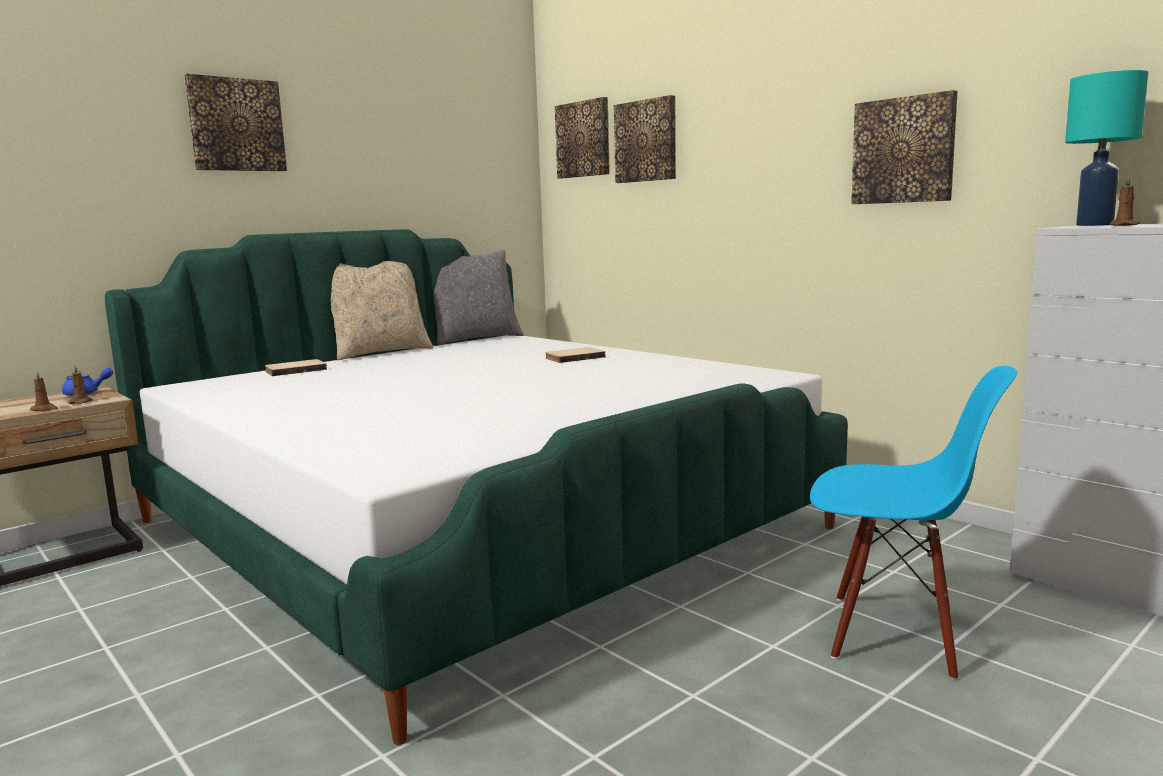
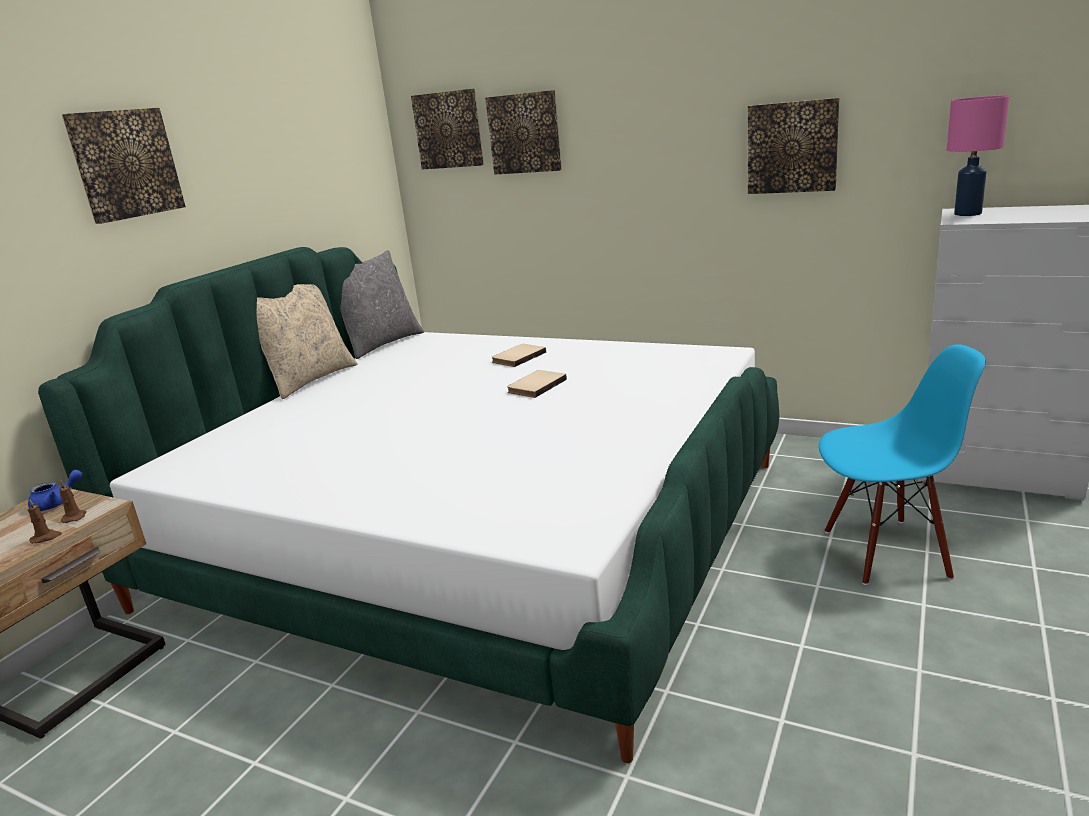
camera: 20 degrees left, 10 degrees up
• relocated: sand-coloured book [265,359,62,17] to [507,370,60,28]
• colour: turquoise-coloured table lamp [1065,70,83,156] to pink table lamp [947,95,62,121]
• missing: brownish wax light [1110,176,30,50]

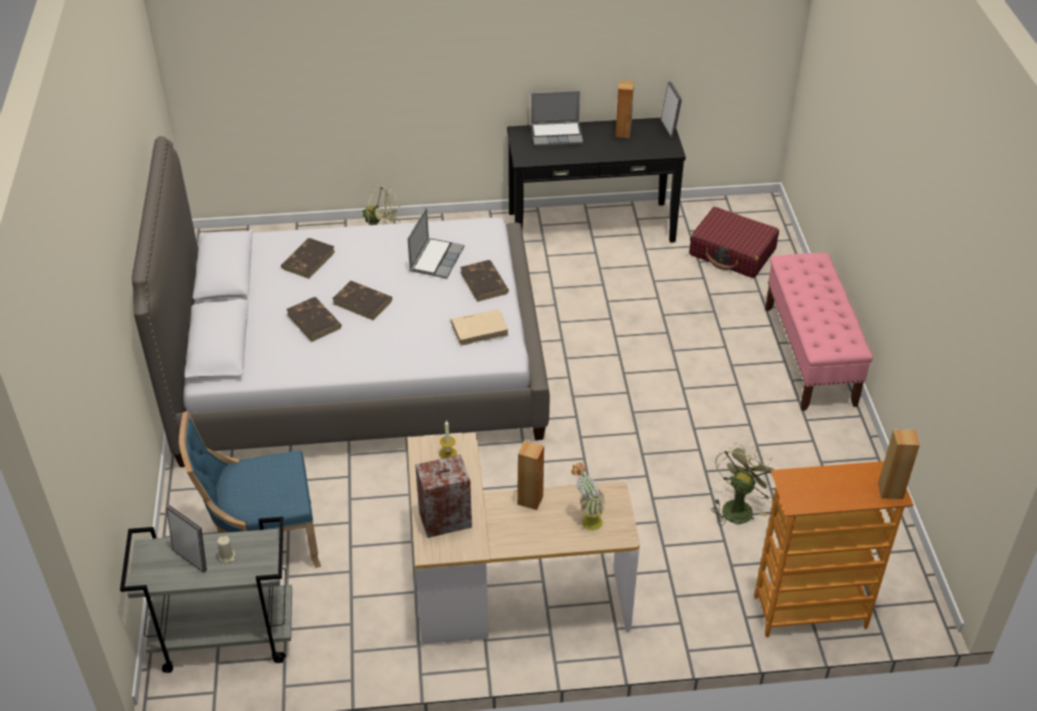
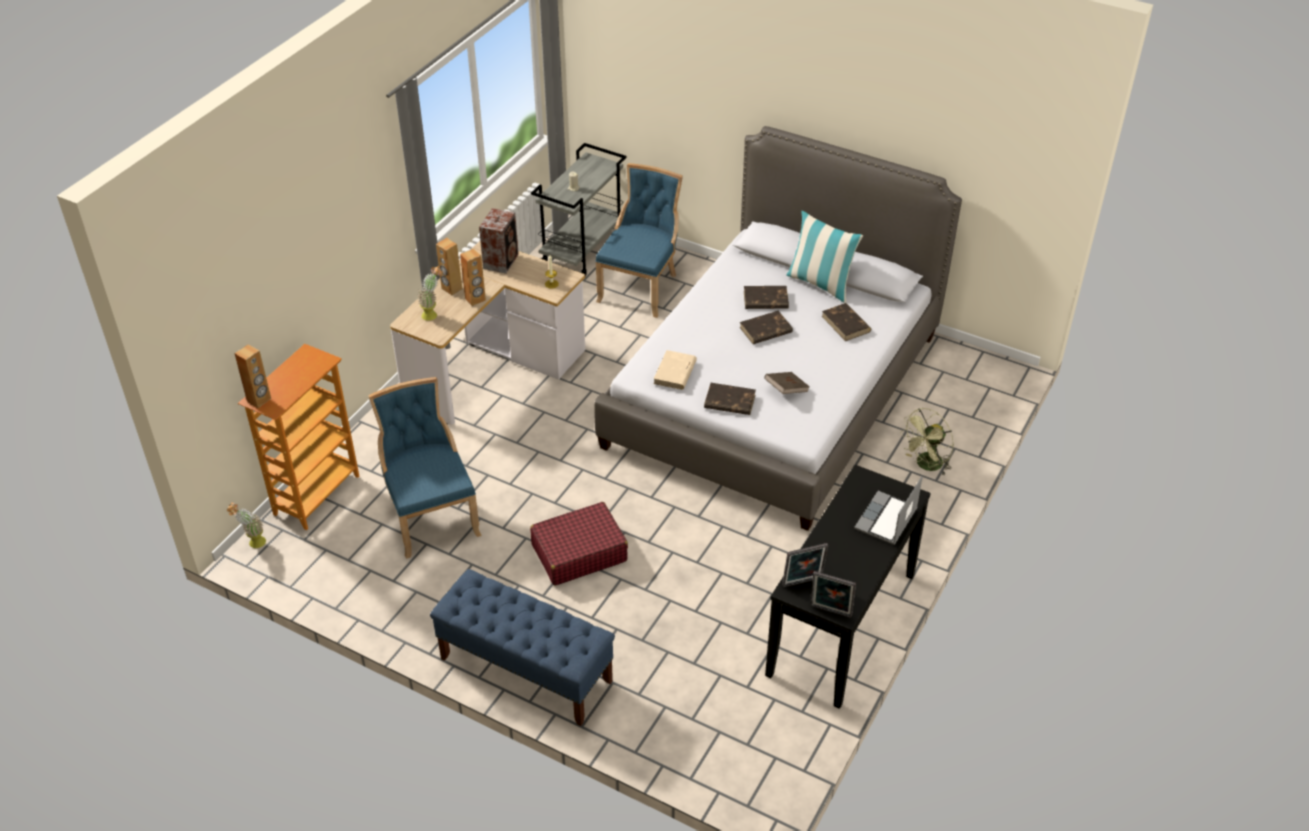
camera: 125 degrees right, 0 degrees up
• appeared: plant in a pot [227,503,39,45]
• exchanged: greenish fan [711,442,65,84] to blue plain chair [368,377,114,182]
• colour: pink bench [765,253,108,158] to blue bench [430,569,185,157]
• relocated: brownish loudspeaker [615,81,19,57] to [436,238,26,57]
• relocated: reddish suitcase [689,207,90,71] to [530,502,98,84]
• exchanged: laptop [407,207,57,72] to brownish book [764,372,46,22]
• relocated: photo frame [166,505,41,68] to [782,543,46,44]
• appeared: throw pillow [786,211,77,92]

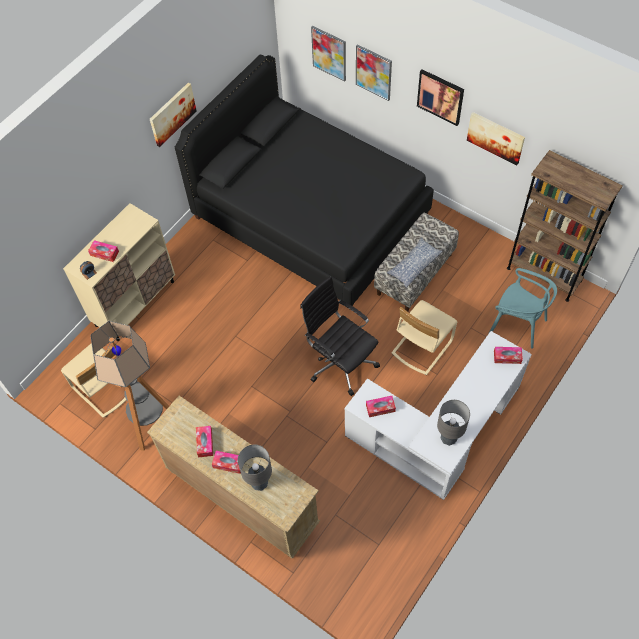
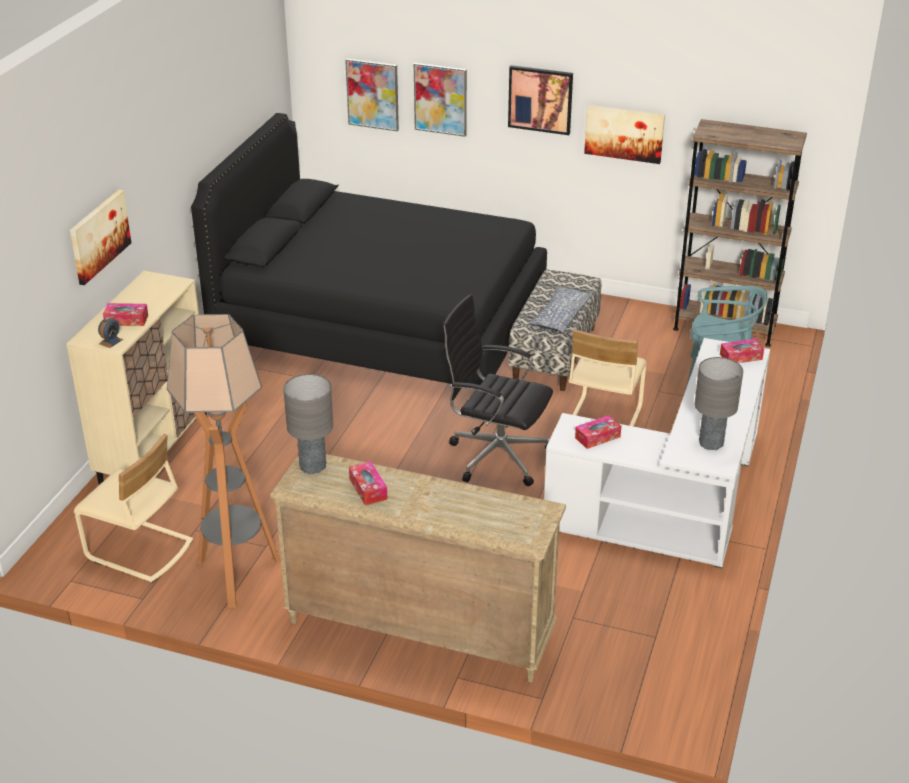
camera: 20 degrees left, 25 degrees down
• relocated: wall art [150,83,47,64] to [70,190,61,95]
• relocated: grey table lamp [238,445,34,46] to [283,374,50,100]
• missing: box of tissues [212,451,29,23]

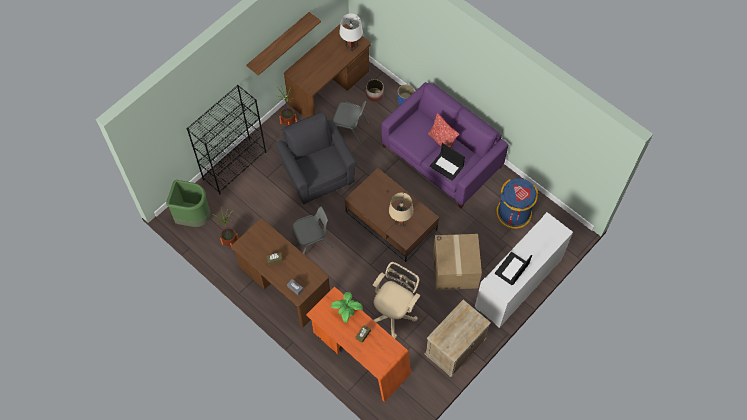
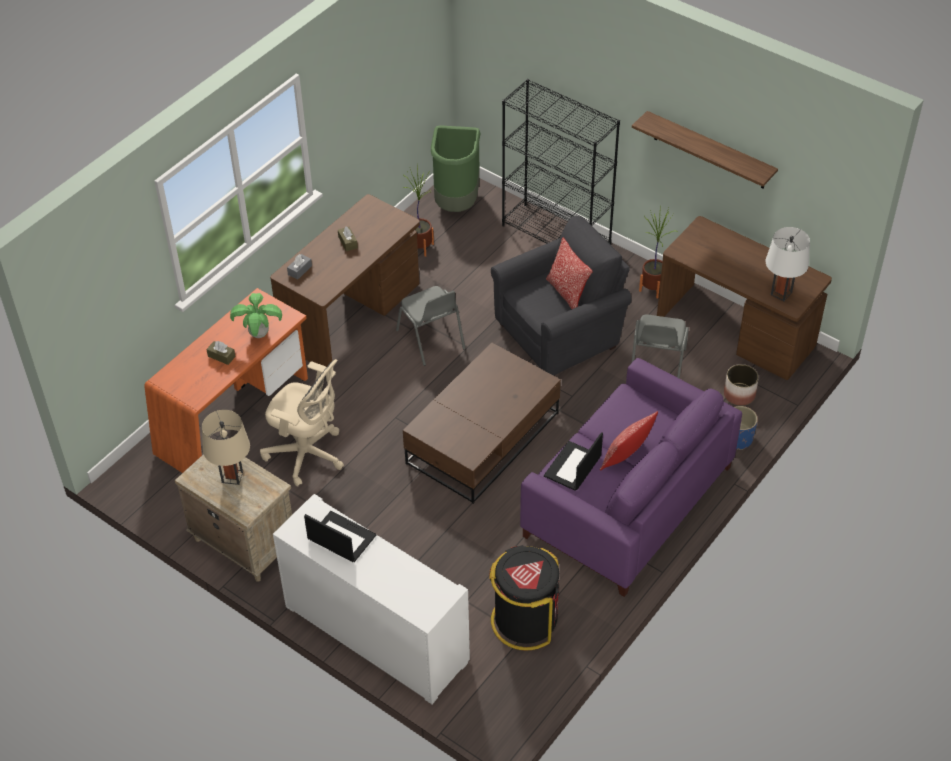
camera: 85 degrees right, 15 degrees down
• relocated: sand-coloured table lamp [389,192,25,34] to [202,410,48,75]
• colour: blue waste bin [496,178,43,51] to black-coloured waste bin [489,545,70,106]
• appeared: throw pillow [546,238,47,71]
• missing: packing box [433,234,49,56]

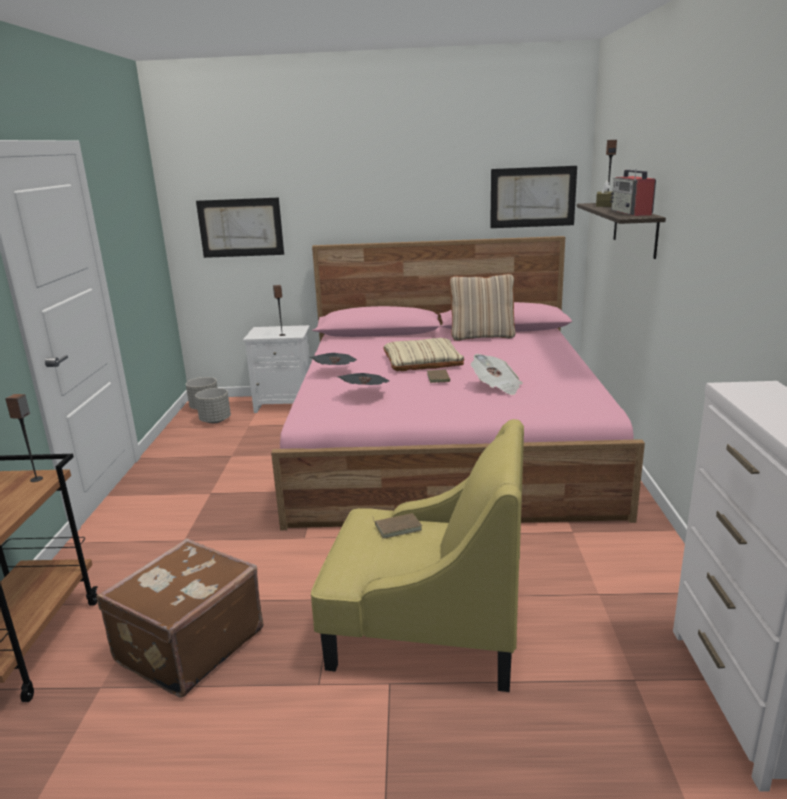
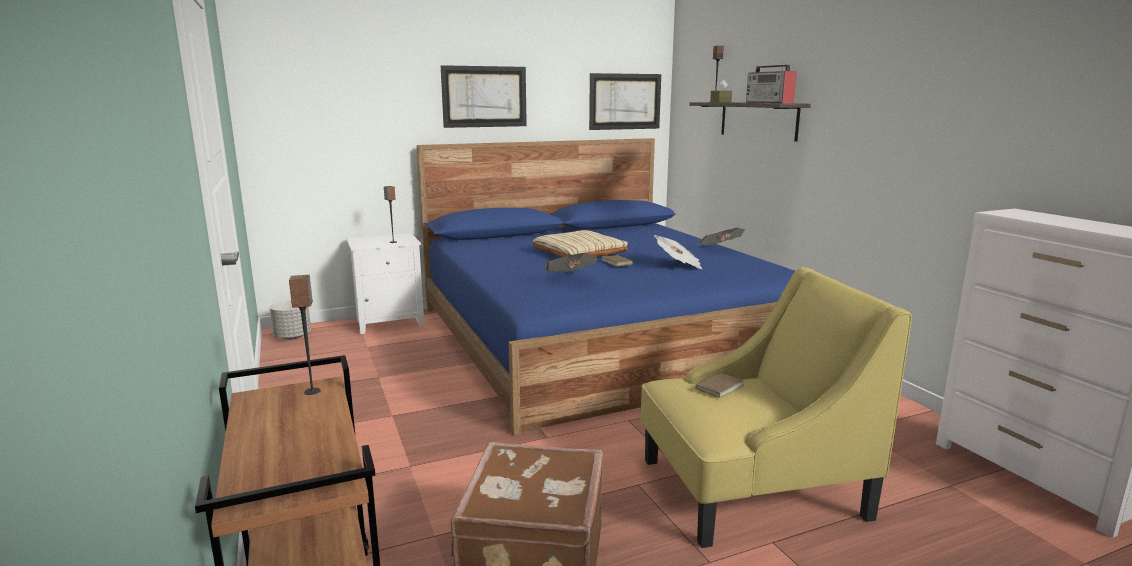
camera: 25 degrees left, 5 degrees down
• colour: pink bed [271,236,374,294] to blue bed [417,138,378,298]
• relocated: wall art [196,197,88,61] to [441,65,86,63]
• relocated: newspaper [310,353,47,12] to [697,228,48,17]
• missing: grey plant pot [195,388,36,35]
• missing: sand-coloured throw pillow [450,274,66,67]

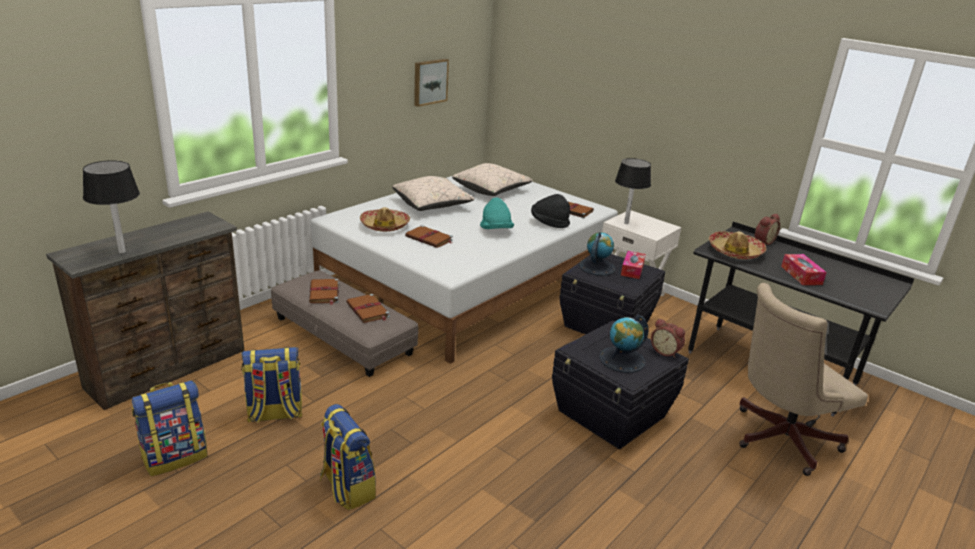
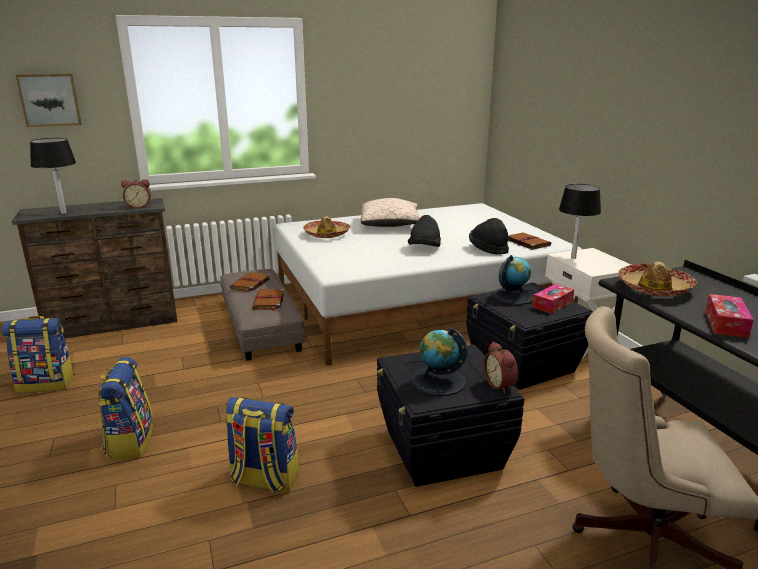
camera: 30 degrees right, 5 degrees down
• relocated: wall art [414,59,35,48] to [16,74,65,53]
• relocated: bedside clock [755,214,25,31] to [121,179,30,30]
• relocated: rucksack [241,347,62,76] to [225,397,74,96]
• colour: turquoise-coloured wearable hat [480,197,34,32] to black-coloured wearable hat [408,215,33,32]
• missing: brownish book [405,225,48,23]
• missing: sand-coloured throw pillow [452,163,81,33]

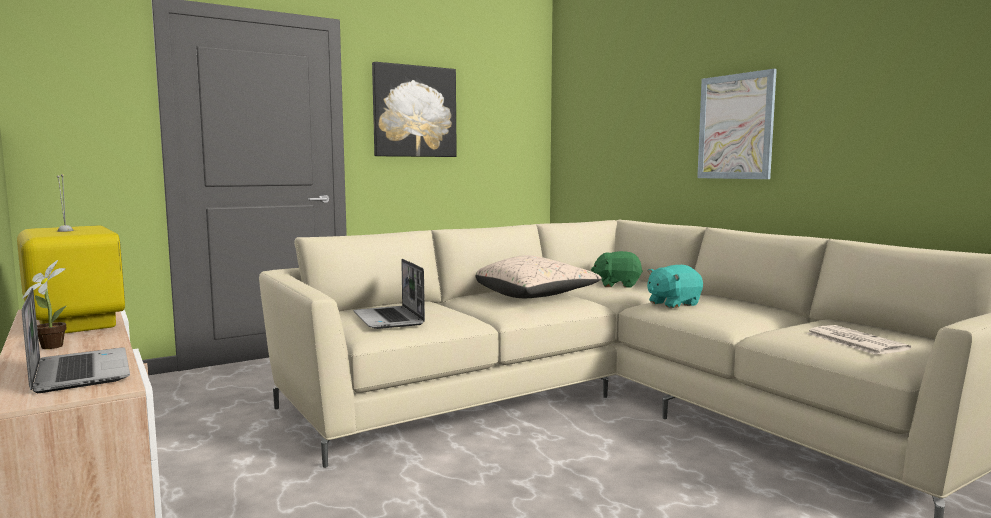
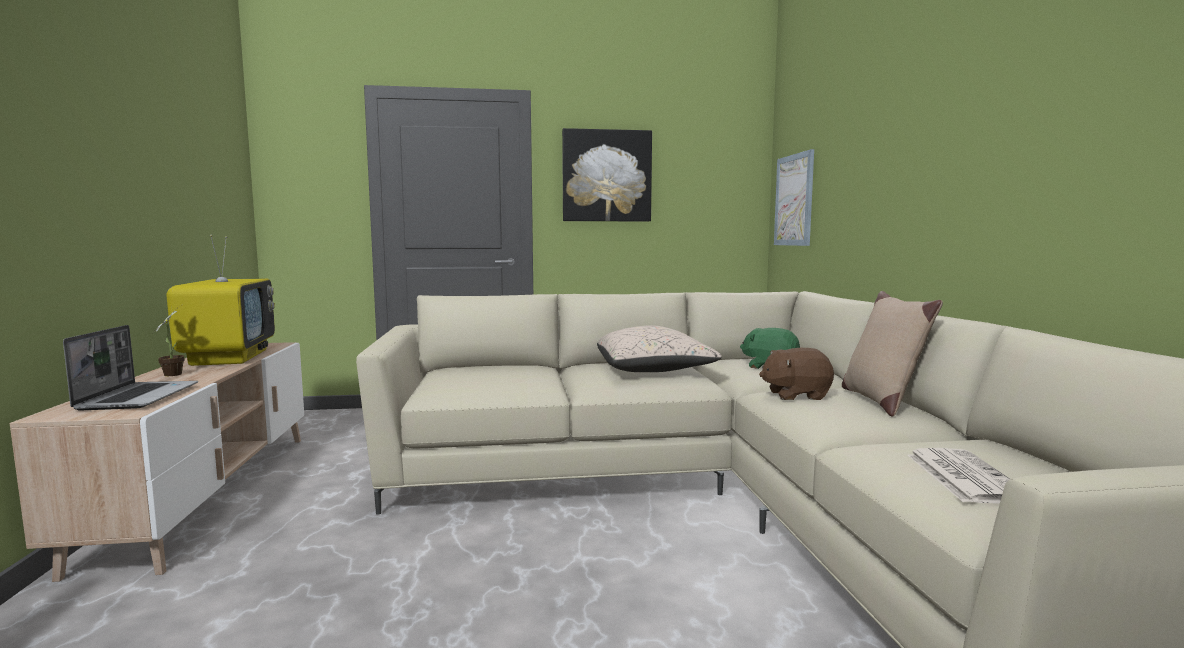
camera: 25 degrees right, 0 degrees up
• colour: turquoise-coloured soft toy [647,265,56,43] to brownish soft toy [759,348,75,52]
• relocated: wall art [697,69,80,110] to [774,149,40,97]
• appeared: sand-coloured throw pillow [842,291,101,126]
• missing: laptop [353,259,72,70]

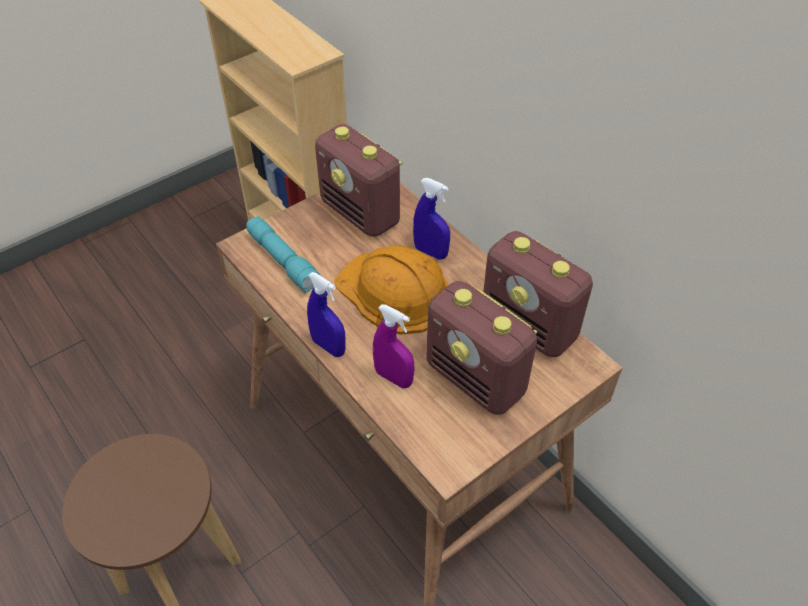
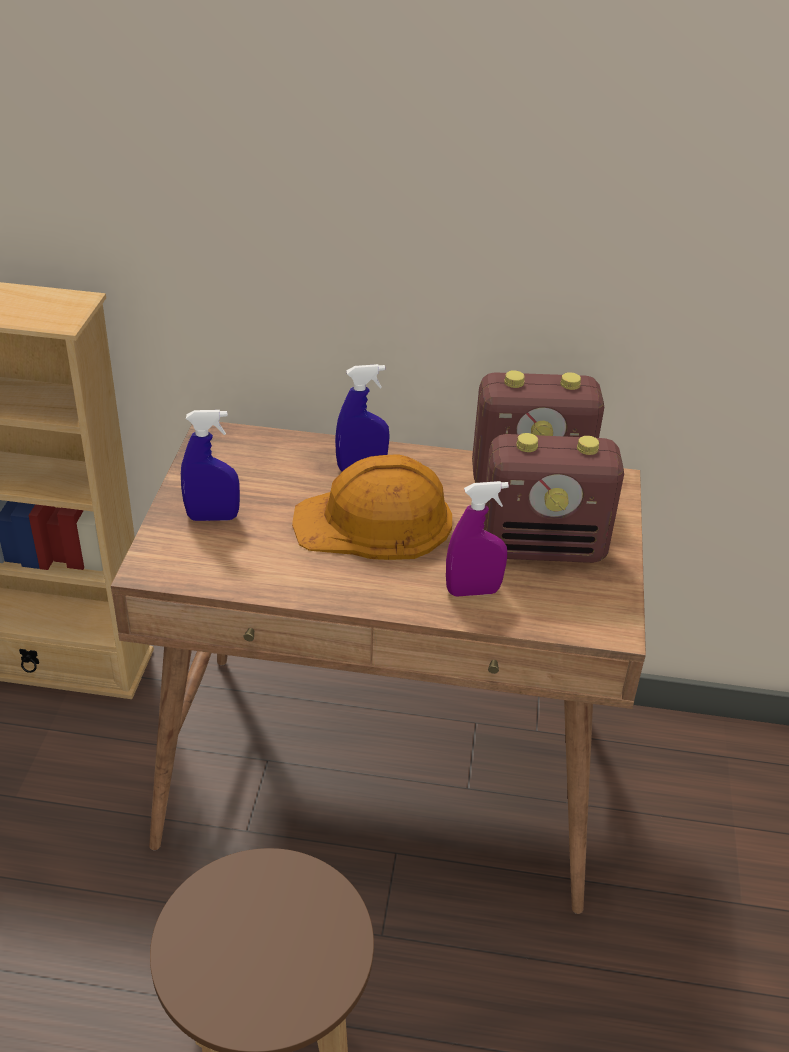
camera: 45 degrees left, 10 degrees down
• relocated: blue sprayer [307,272,39,85] to [181,410,59,111]
• missing: turquoise-coloured flashlight [246,216,75,77]
• missing: radio set [315,124,88,113]

